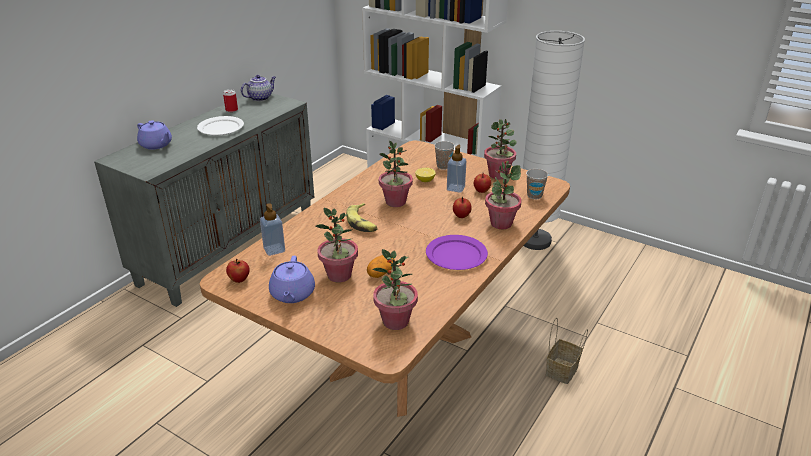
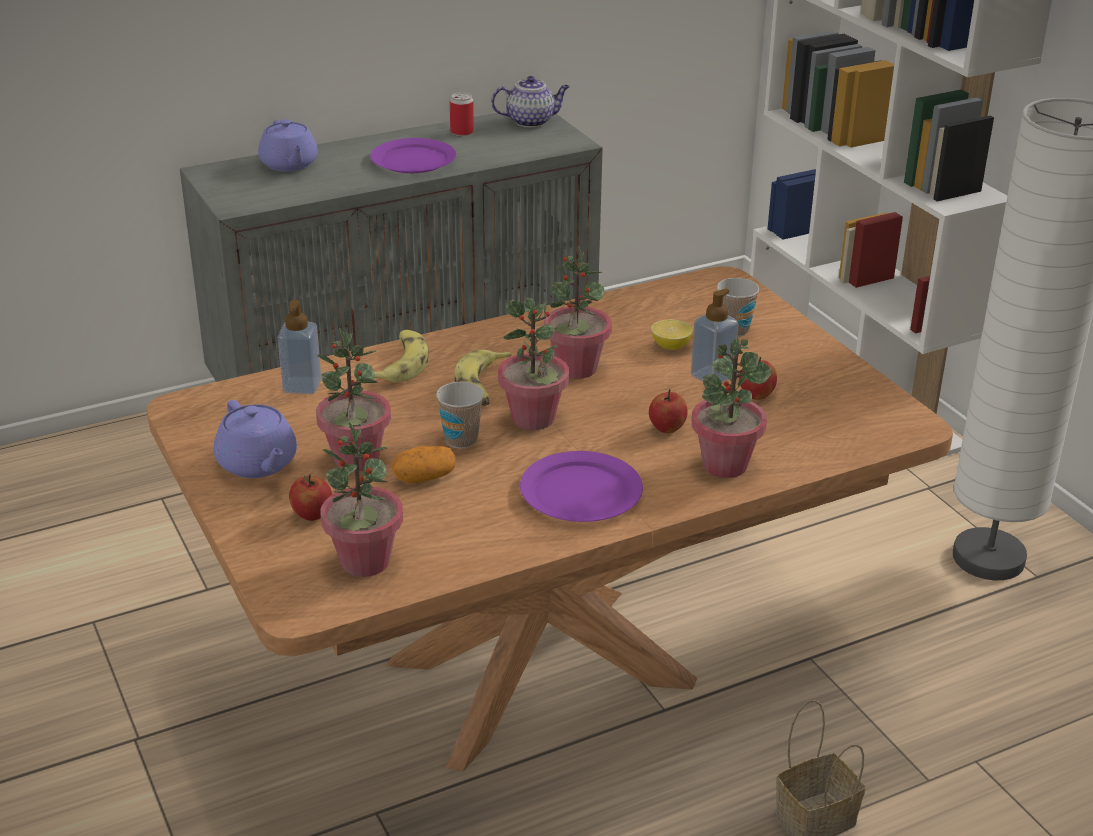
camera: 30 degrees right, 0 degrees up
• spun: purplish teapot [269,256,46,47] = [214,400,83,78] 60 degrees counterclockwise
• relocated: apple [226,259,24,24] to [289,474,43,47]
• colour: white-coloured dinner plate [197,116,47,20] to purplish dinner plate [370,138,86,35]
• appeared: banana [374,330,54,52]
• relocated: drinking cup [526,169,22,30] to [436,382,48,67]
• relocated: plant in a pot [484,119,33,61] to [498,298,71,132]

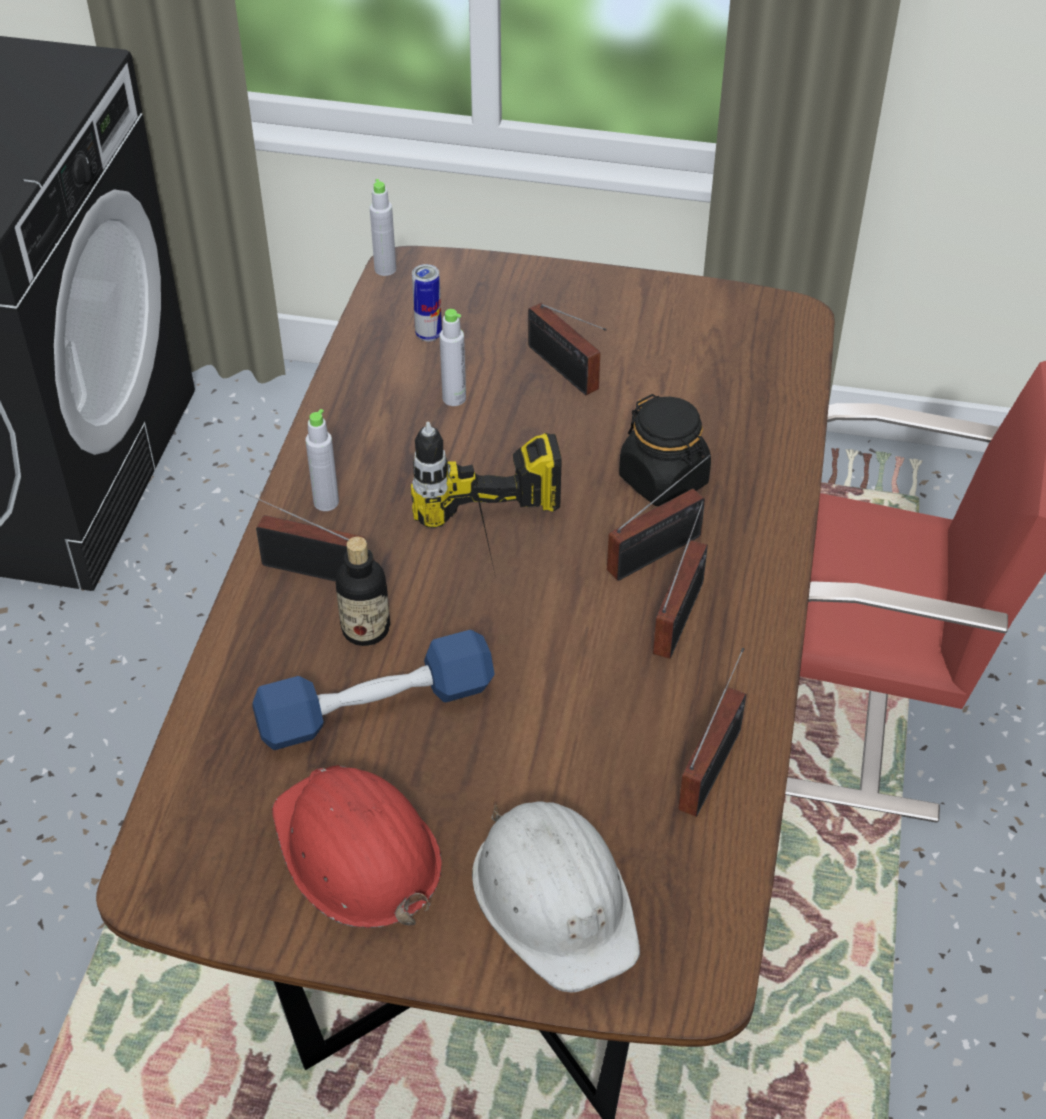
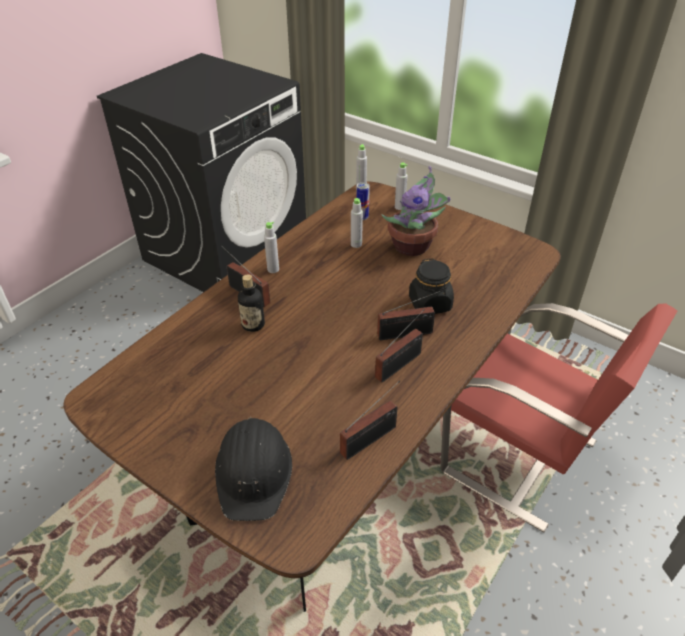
camera: 25 degrees right, 5 degrees down
• colour: white-coloured safety helmet [472,802,168,190] to black-coloured safety helmet [215,417,77,104]
• exchanged: radio set [528,303,79,92] to plant in a pot [381,166,69,90]
• appeared: grey drink bottle [395,162,13,48]
• missing: blue hand weight [253,630,242,120]
• missing: reddish safety helmet [272,765,170,163]
• missing: drill [411,422,151,151]

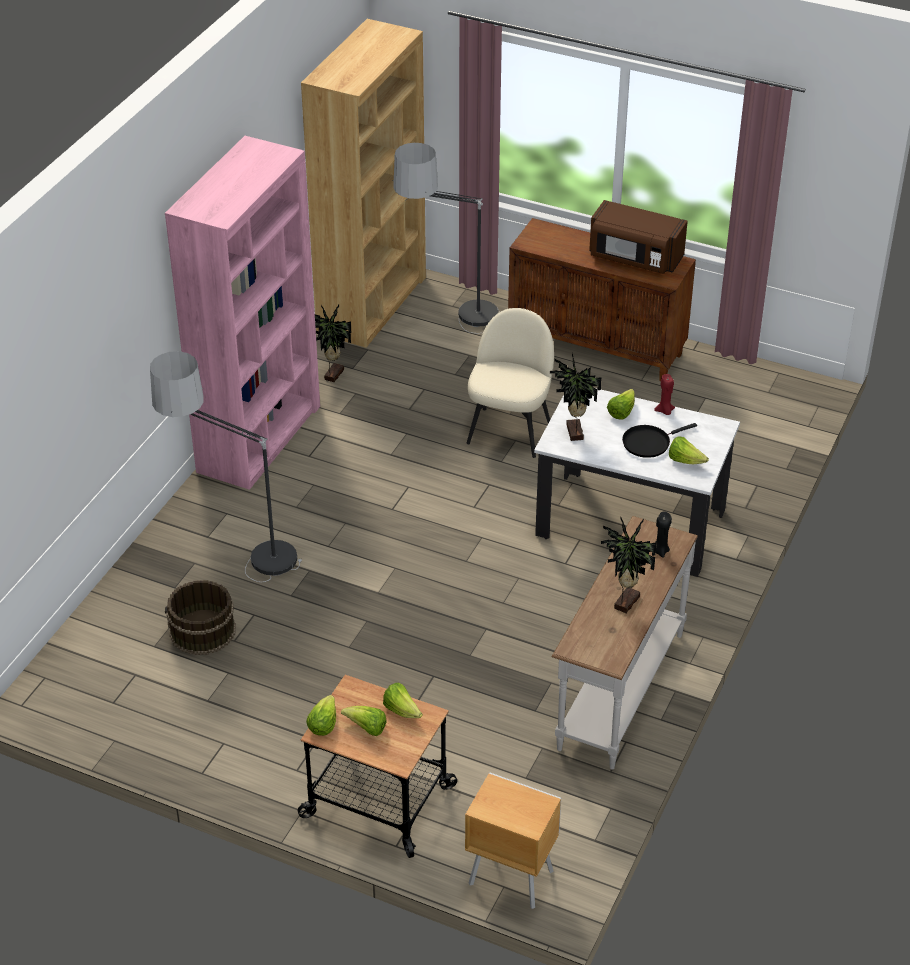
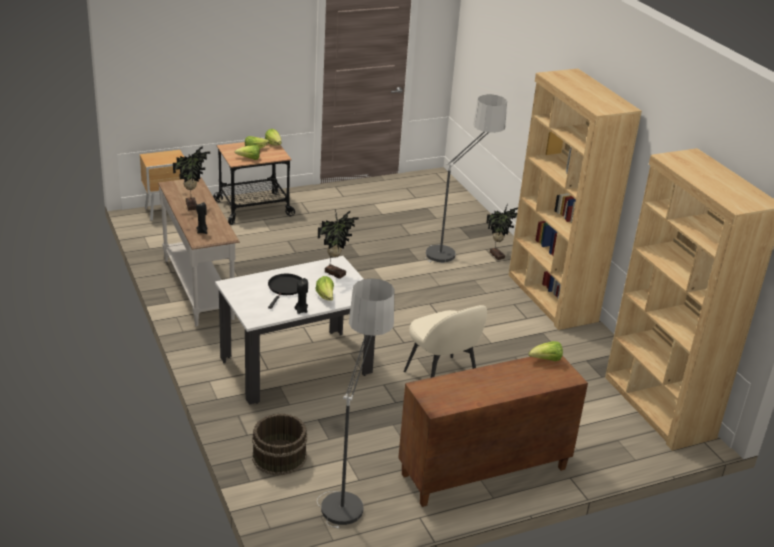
camera: 130 degrees right, 10 degrees down
• relocated: brownish pail [165,580,71,75] to [252,413,55,62]
• colour: reddish wax light [654,374,21,41] to black-coloured wax light [294,278,14,36]
• relocated: standing lamp [392,143,108,190] to [317,278,77,251]
• relocated: plant in a pot [315,305,36,77] to [486,204,32,56]
• colour: pink bookshelf [165,136,155,354] to brownish bookshelf [509,69,133,261]
• relocated: lettuce head [669,436,40,28] to [529,341,34,20]
• missing: brownish microwave oven [589,200,99,74]

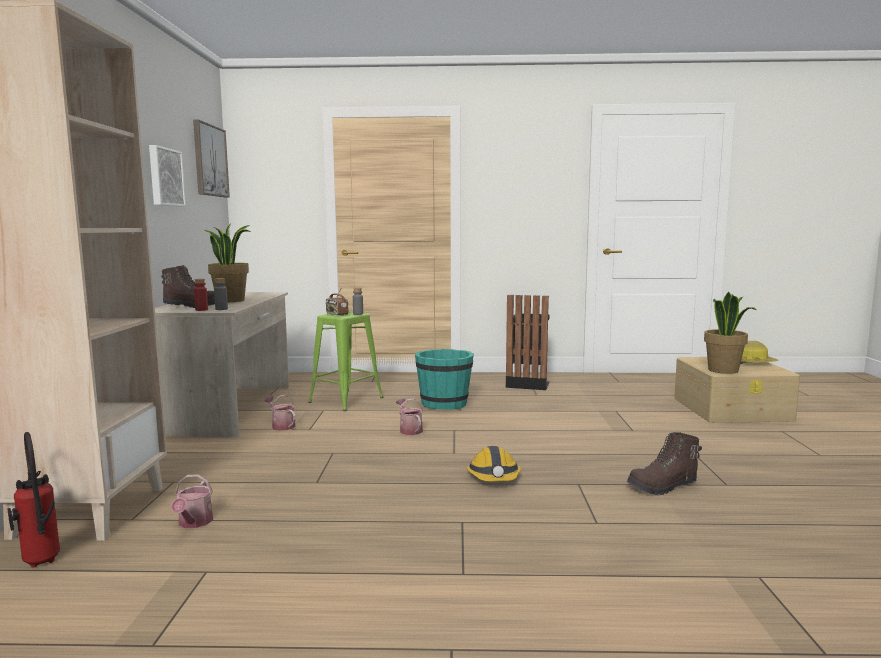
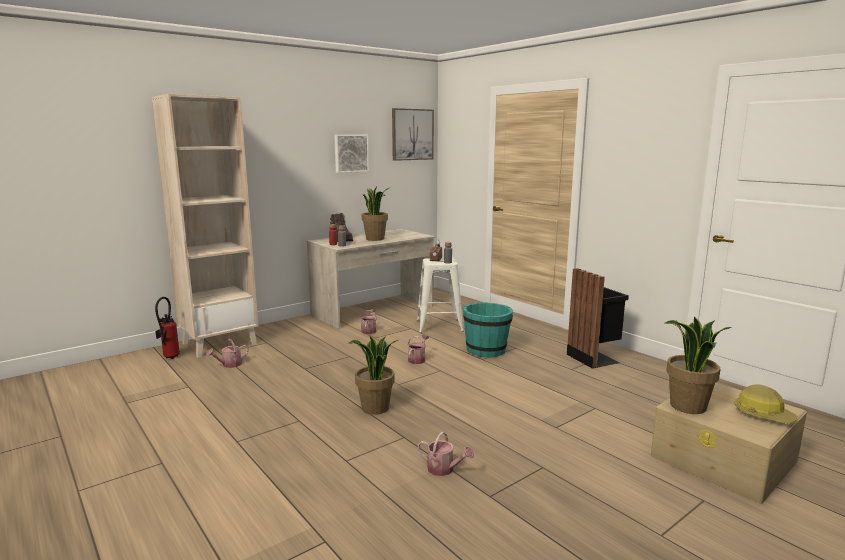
camera: 50 degrees right, 5 degrees up
• exchanged: safety helmet [467,446,54,35] to plant in a pot [348,335,50,80]
• colour: greenish stool [308,312,75,99] to white-coloured stool [416,258,48,75]
• exchanged: brownish tall boot [627,432,75,63] to sprinkling can [418,432,56,44]

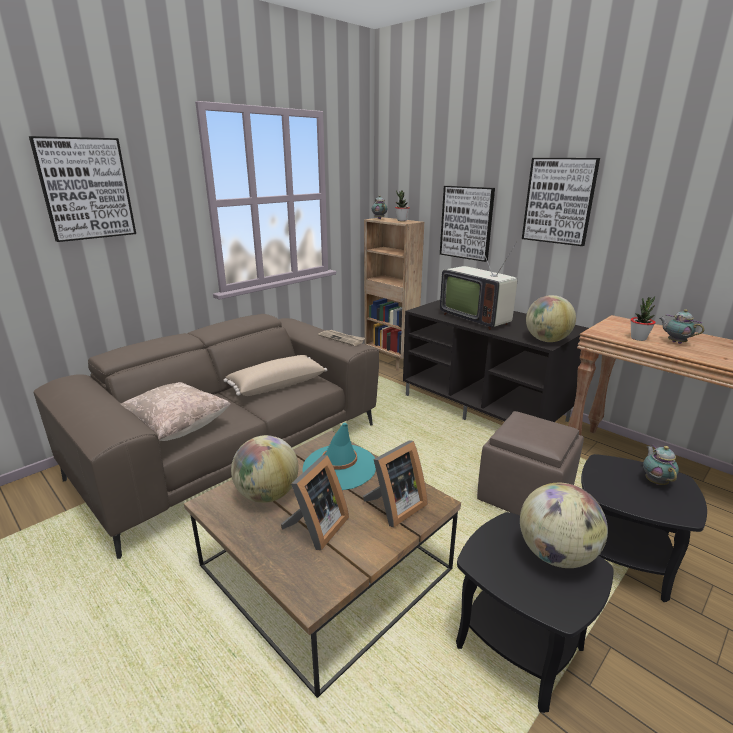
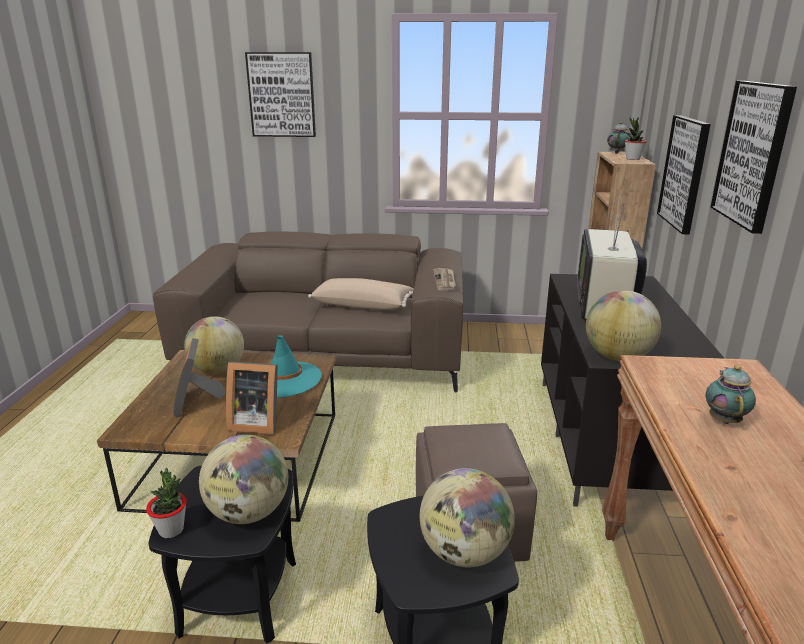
camera: 50 degrees right, 0 degrees up
• relocated: plant in a pot [630,296,25,45] to [146,468,41,70]
• spun: photo frame [281,455,68,96] = [173,338,53,79] 90 degrees clockwise
• exchanged: teapot [643,445,36,40] to desk globe [420,468,95,99]
• missing: sand-coloured throw pillow [121,382,110,59]

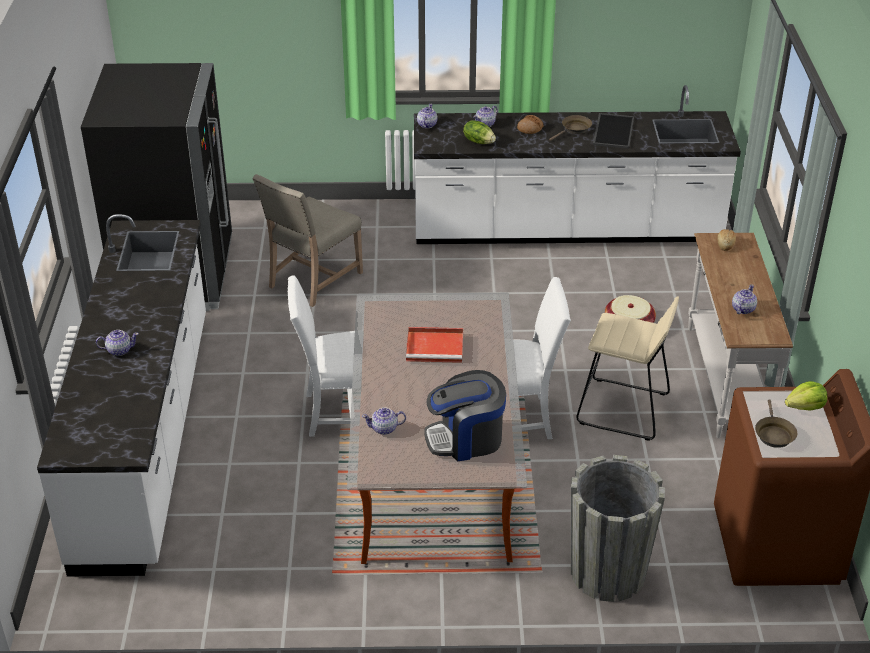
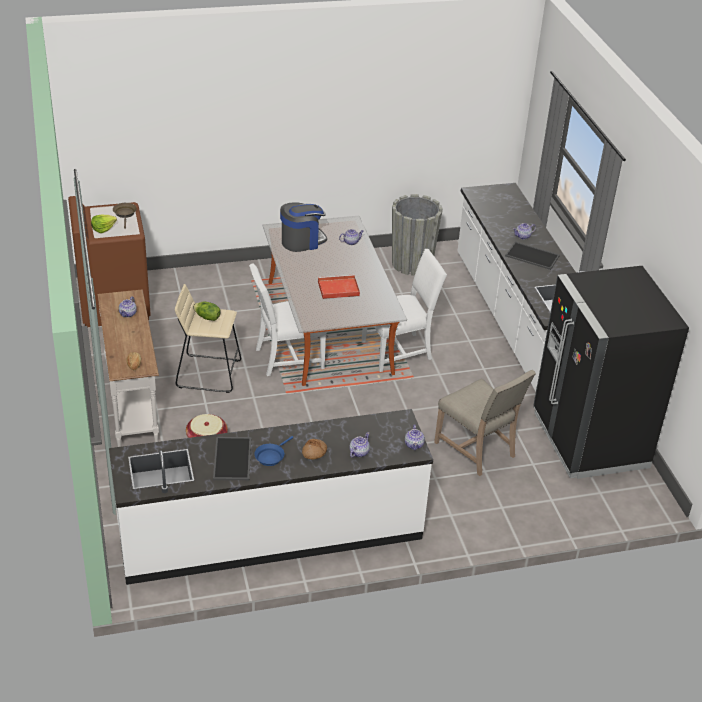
camera: 165 degrees right, 0 degrees up
• relocated: lettuce head [463,120,33,24] to [193,302,28,19]
• colour: brownish frying pan [549,115,43,26] to blue frying pan [254,436,39,30]
• relocated: grey plant pot [571,455,94,147] to [392,194,51,82]
• spun: sand-coloured plain chair [252,174,111,133] = [434,370,102,106] 120 degrees clockwise
• appeared: serving tray [505,242,55,28]

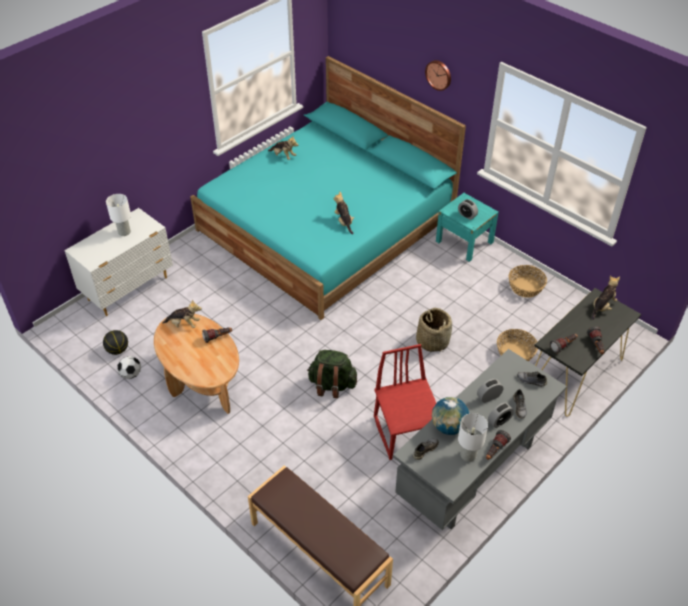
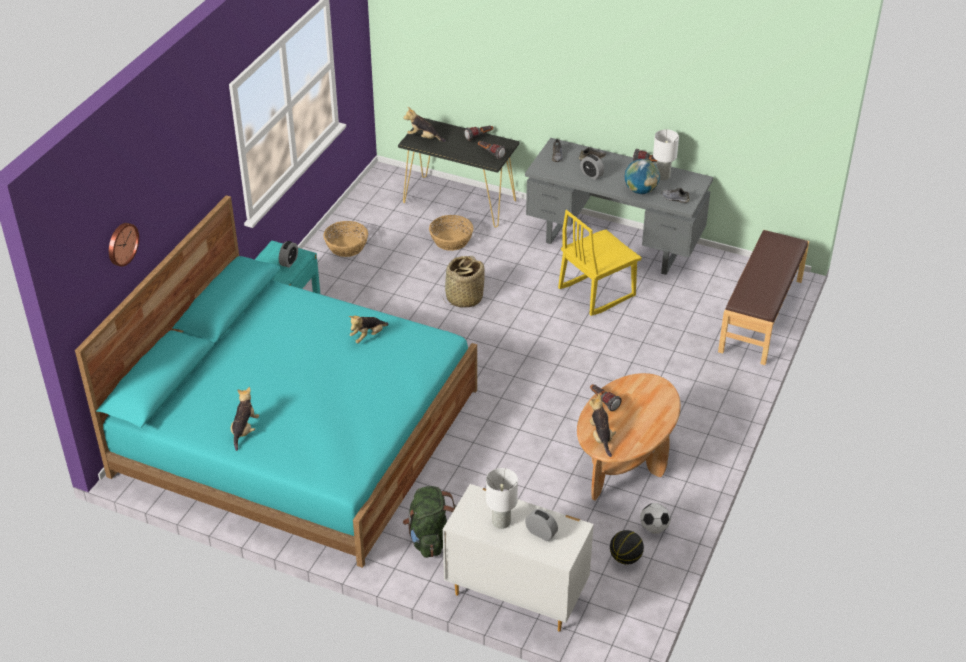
camera: 110 degrees left, 5 degrees down
• relocated: wall clock [425,60,26,31] to [109,223,30,44]
• relocated: greenish rucksack [307,350,50,48] to [403,486,53,72]
• relocated: bedside clock [488,402,26,26] to [525,509,33,32]
• colour: reddish plain chair [374,344,62,116] to yellowish plain chair [558,210,83,106]

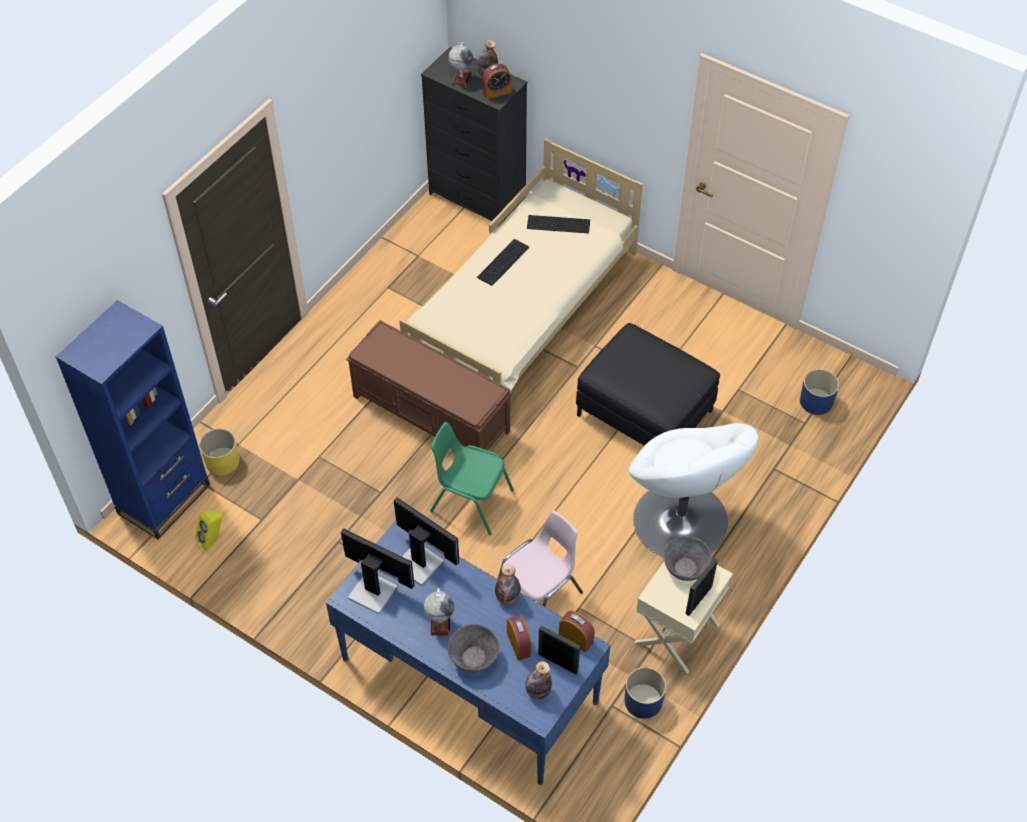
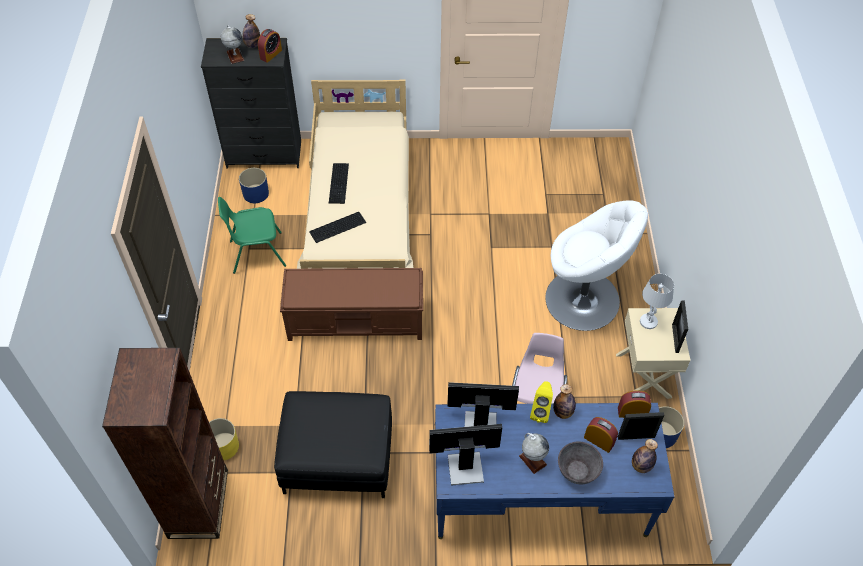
camera: 35 degrees left, 0 degrees up
• colour: blue bookshelf [56,300,154,239] to brownish bookshelf [102,348,126,191]
• relocated: greenish plain chair [430,422,84,113] to [218,197,68,77]
• relocated: blue plant pot [800,369,39,46] to [239,168,30,35]
• relocated: black-coloured pouffe [576,323,144,123] to [274,391,118,107]
• relocated: PC keyboard [527,215,63,18] to [309,212,57,31]
• relocated: yellowish loudspeaker [195,511,27,40] to [530,381,23,42]
• exchanged: grey bowl [663,536,49,45] to white-coloured table lamp [640,274,34,55]

